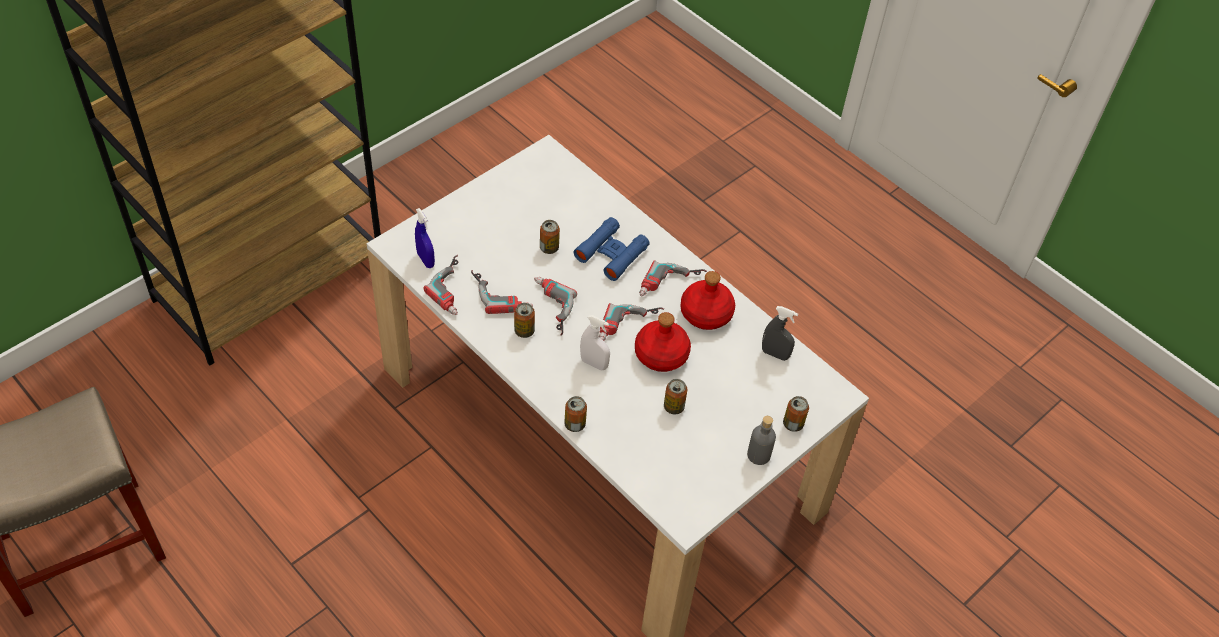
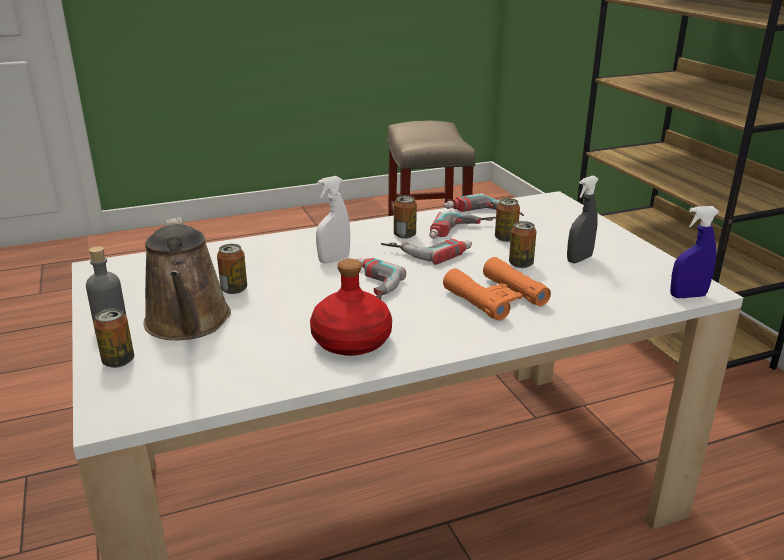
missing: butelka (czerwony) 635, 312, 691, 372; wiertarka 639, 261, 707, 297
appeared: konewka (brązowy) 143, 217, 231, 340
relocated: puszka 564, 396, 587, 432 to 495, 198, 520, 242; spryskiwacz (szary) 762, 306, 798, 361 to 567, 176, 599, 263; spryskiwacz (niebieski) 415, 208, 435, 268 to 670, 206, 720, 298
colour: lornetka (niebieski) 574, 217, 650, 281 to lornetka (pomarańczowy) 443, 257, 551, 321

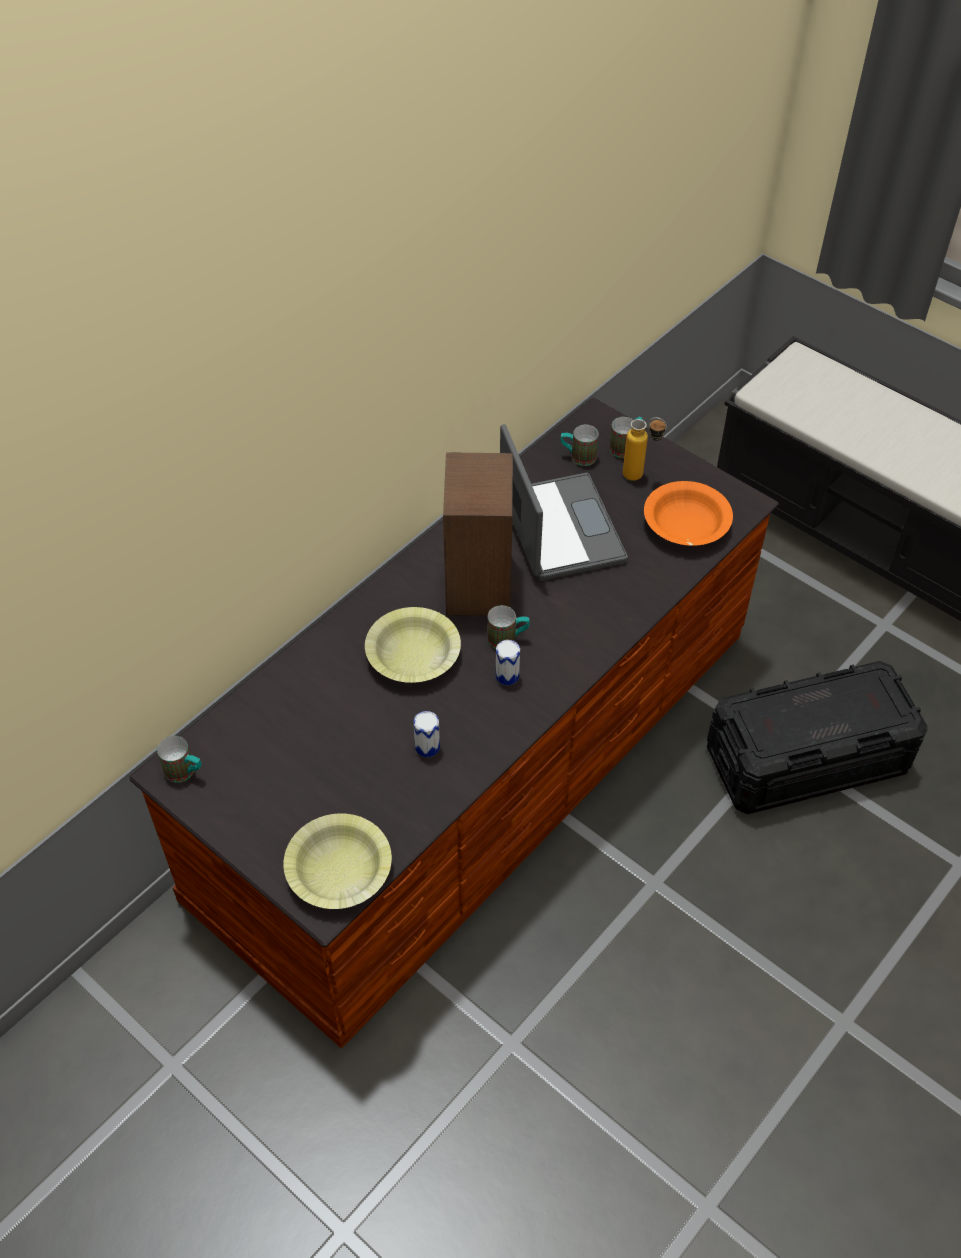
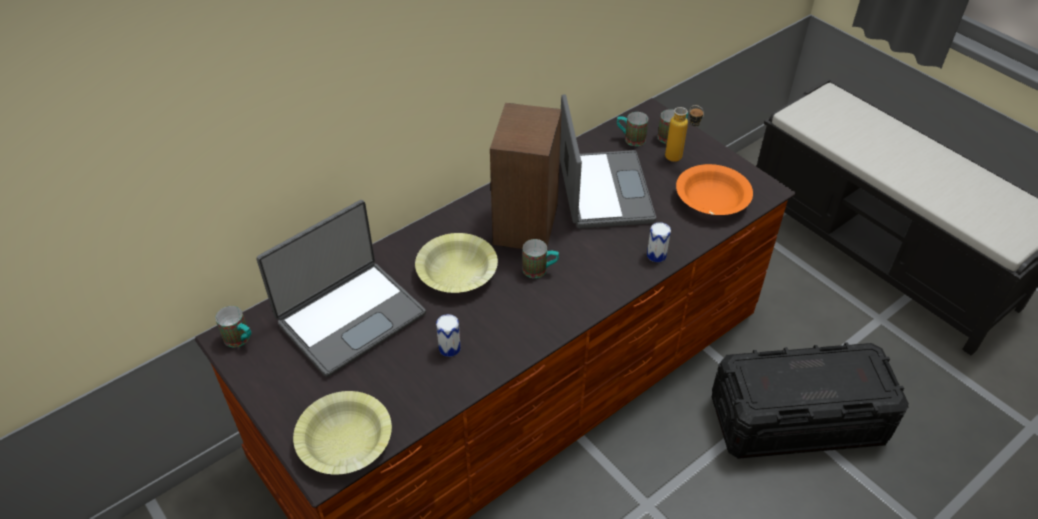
appeared: laptop 257, 200, 426, 377
relocated: puszka 496, 640, 520, 685 to 647, 222, 671, 262

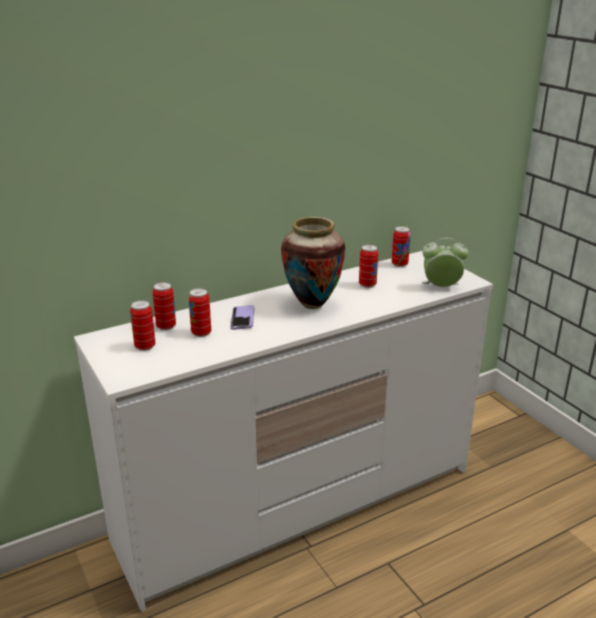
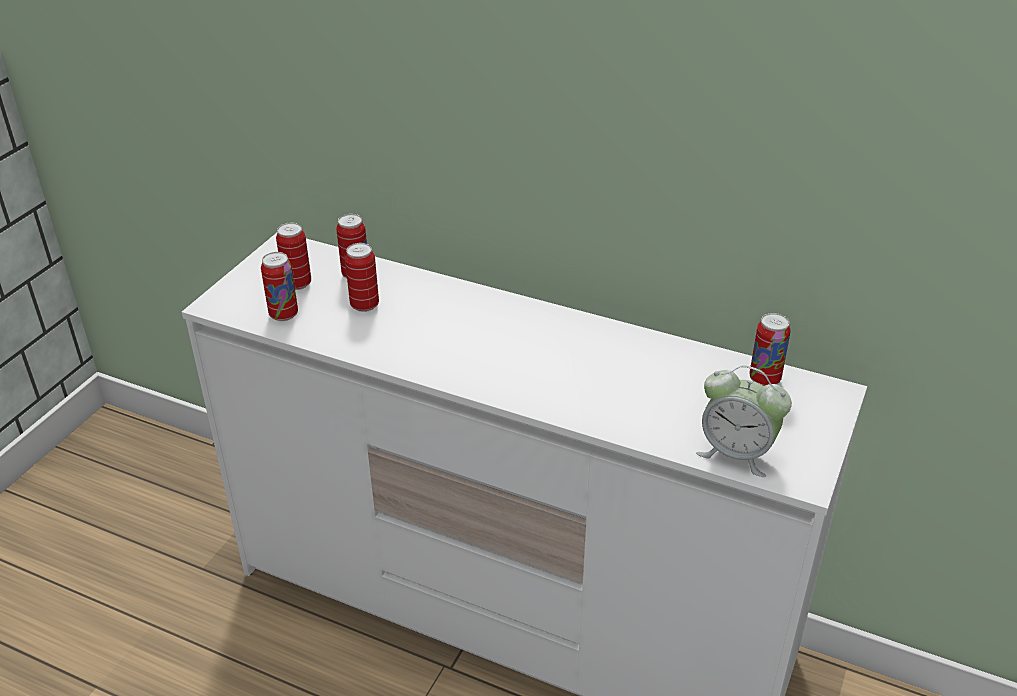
missing: telefon 231, 305, 254, 330; wazon 281, 217, 345, 309
relocated: puszka 359, 245, 378, 288 to 261, 252, 298, 321
spun: budzik 422, 238, 468, 287 = 696, 366, 792, 477 150 degrees clockwise

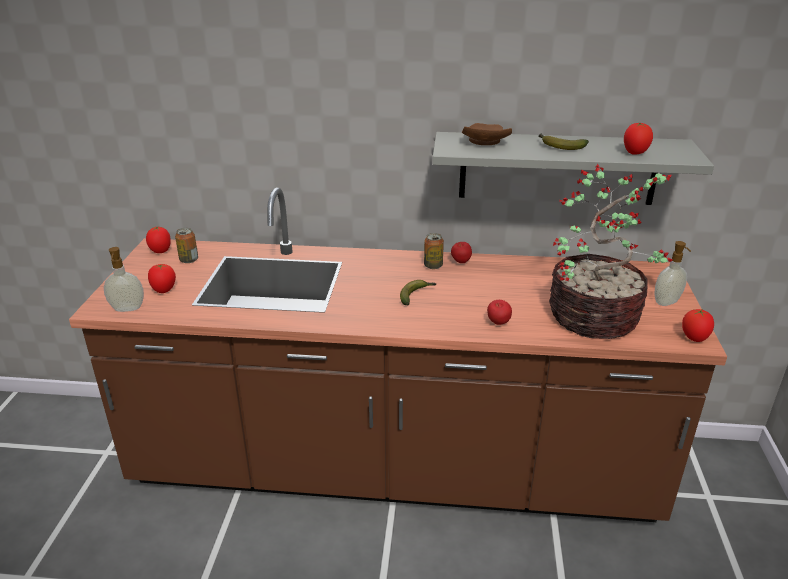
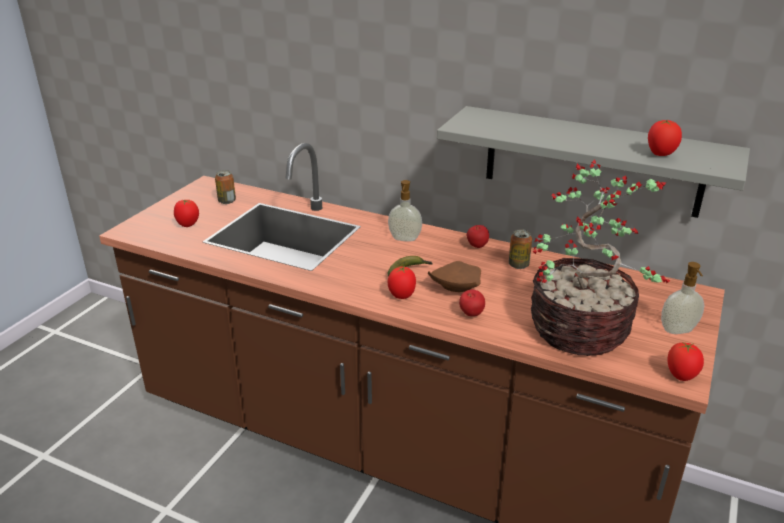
missing: banan 538, 133, 589, 150
relocated: dozownik mydła 104, 247, 144, 312 to 388, 180, 422, 242; pomidor 146, 226, 171, 253 to 388, 266, 416, 299; talerz (brązowy) 462, 123, 512, 145 to 428, 261, 481, 292; puszka 424, 233, 444, 269 to 509, 230, 532, 269

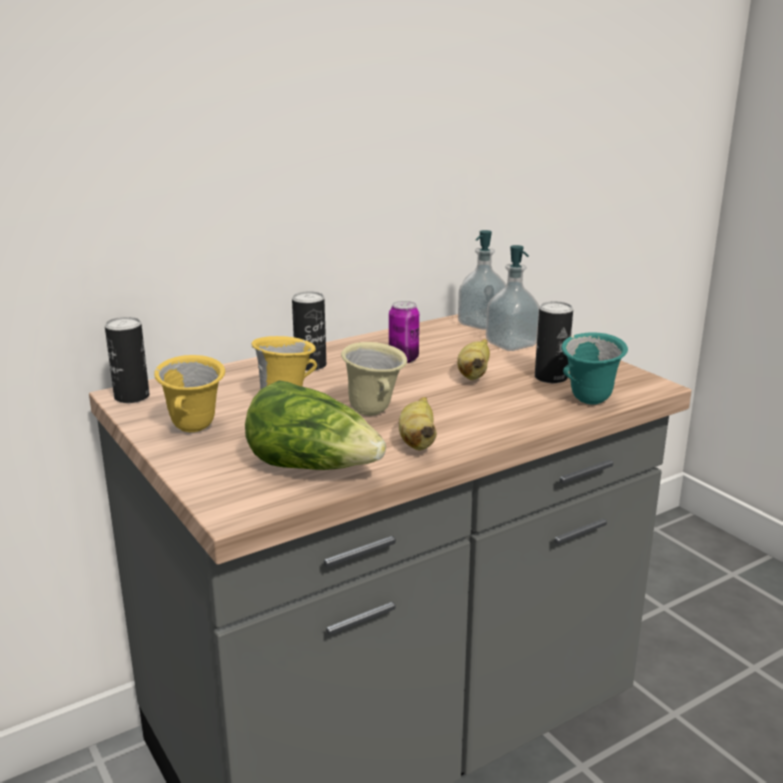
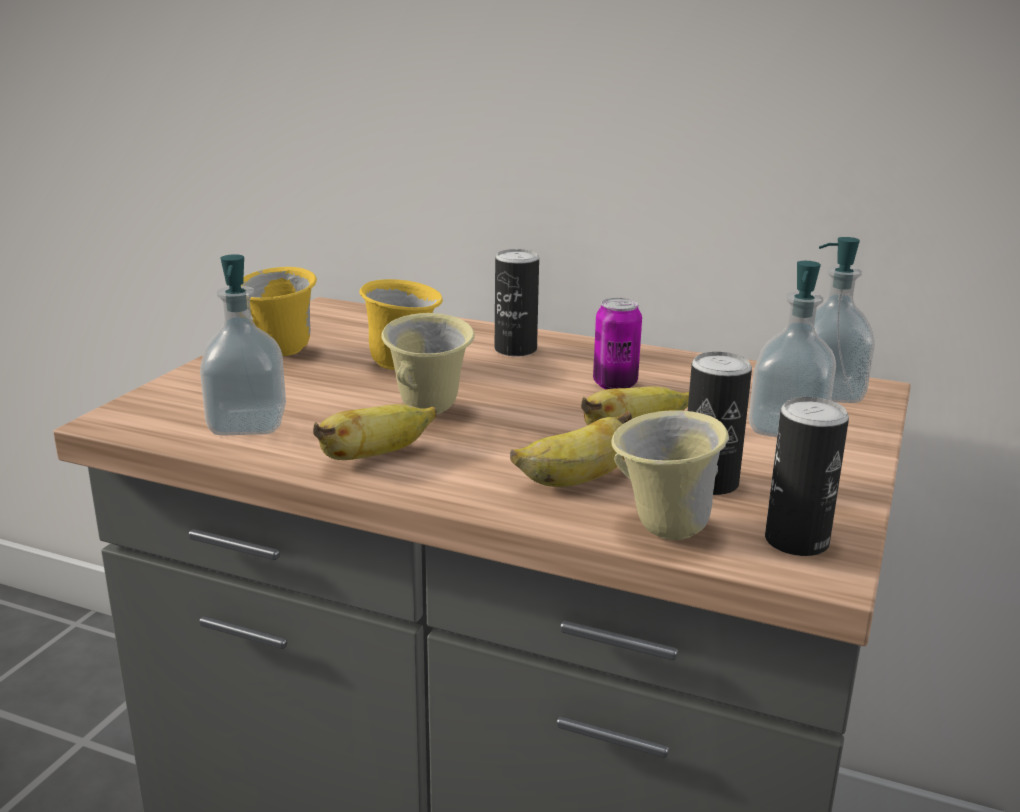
appeared: banan 510, 411, 632, 487
relocated: puszka 105, 317, 149, 403 to 765, 397, 849, 556
exchanged: sałata 245, 380, 386, 470 to dozownik mydła 200, 254, 286, 436
colour: kubek (turkusowy) 561, 332, 628, 405 to kubek (beżowy) 611, 410, 729, 540

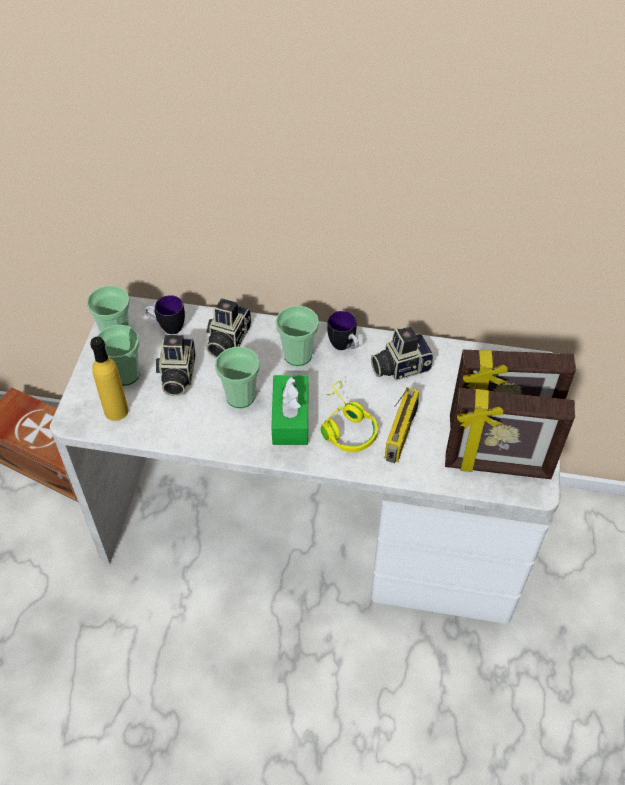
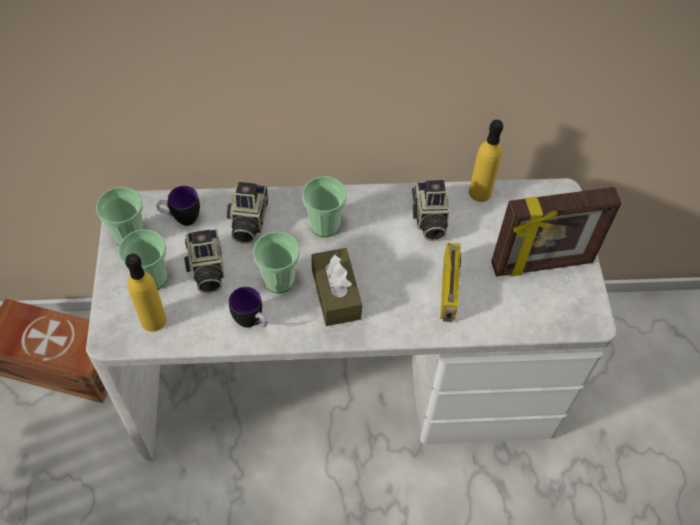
missing: słuchawki (żółty) 321, 381, 378, 452; ramka na zdjęcie 445, 388, 575, 479
appeared: butelka (żółty) 469, 120, 503, 202
relocated: kubek 327, 311, 359, 350 to 229, 287, 268, 328
colour: pudełko chusteczek (zielony) 271, 375, 308, 445 to pudełko chusteczek (brązowy) 311, 248, 362, 326
spun: aparat fotograficzny 371, 327, 434, 381 = 412, 180, 449, 241 60 degrees counterclockwise

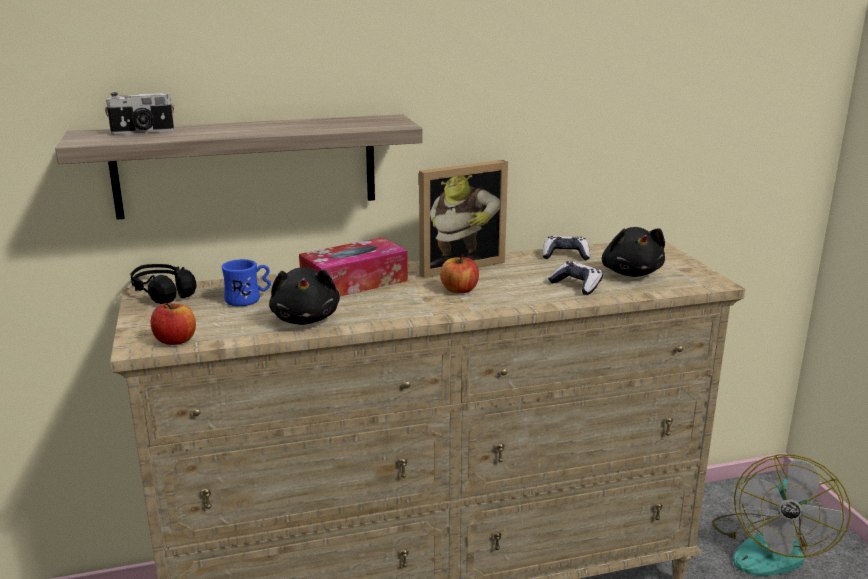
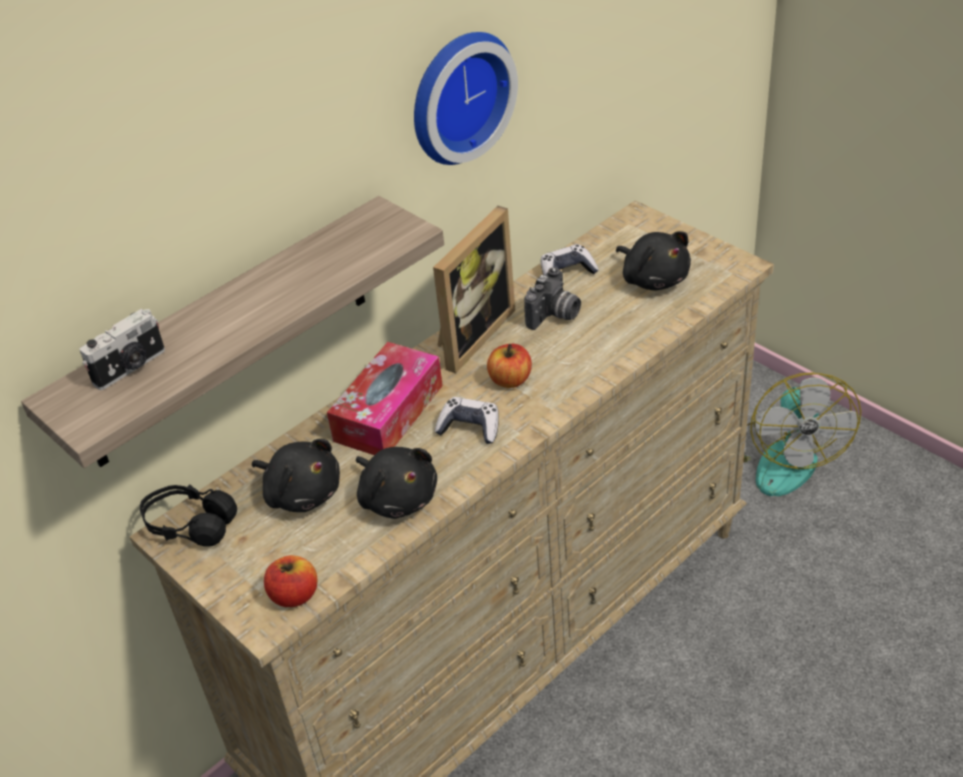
appeared: zegar ścienny 414, 32, 518, 165; aparat fotograficzny 524, 267, 581, 330
relocated: pad do gier 548, 261, 603, 295 to 434, 397, 499, 444
exchanged: kubek (niebieski) 222, 259, 271, 306 to pluszak (czarny) 252, 439, 340, 512

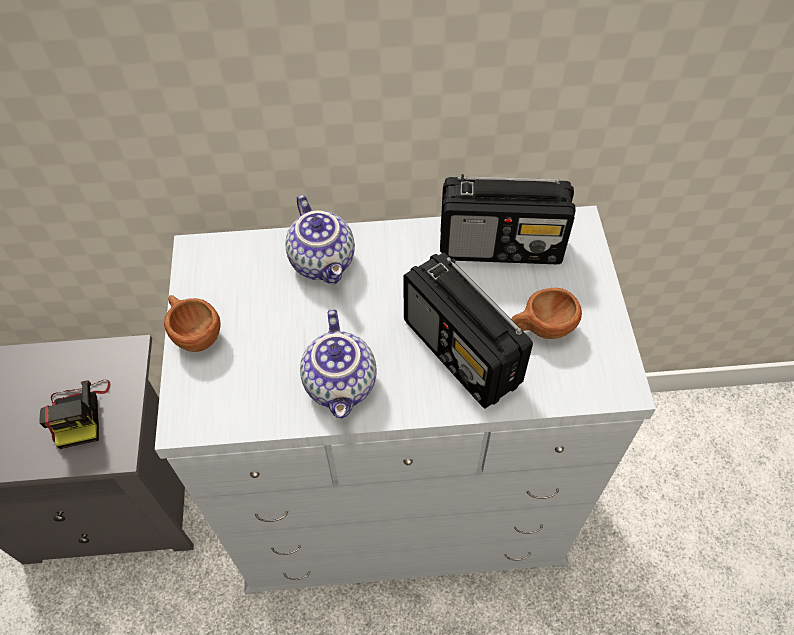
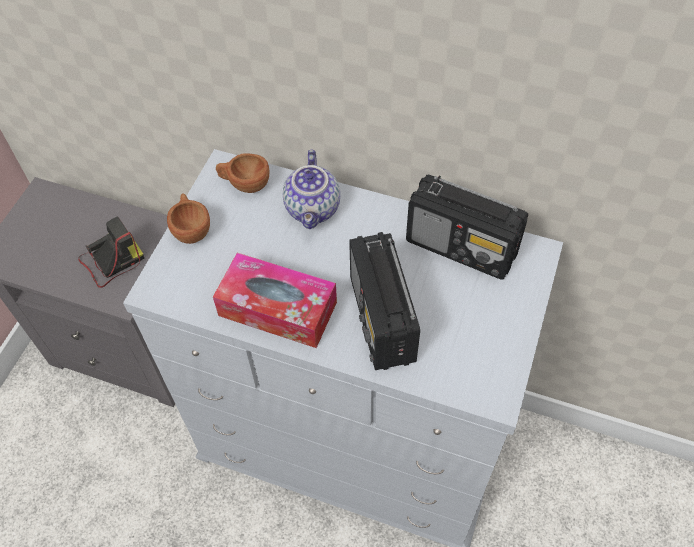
relocated: filiżanka (brązowy) 511, 288, 582, 339 to 216, 153, 269, 193
exchanged: imbryk 300, 309, 376, 418 to pudełko chusteczek 213, 253, 337, 348
spun: aparat fotograficzny 39, 380, 111, 449 = 78, 216, 144, 288 135 degrees counterclockwise

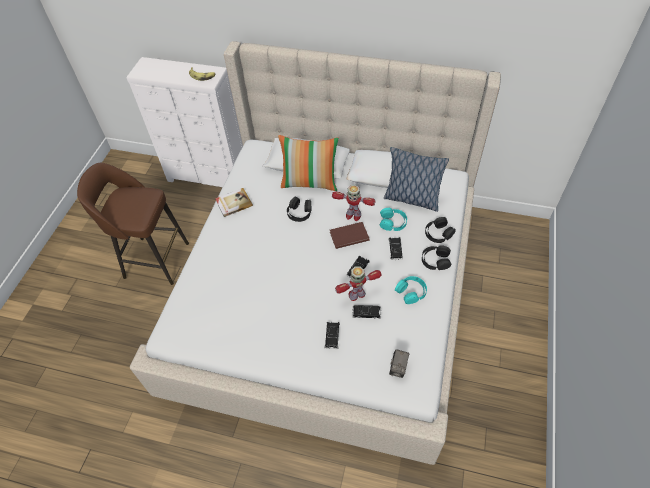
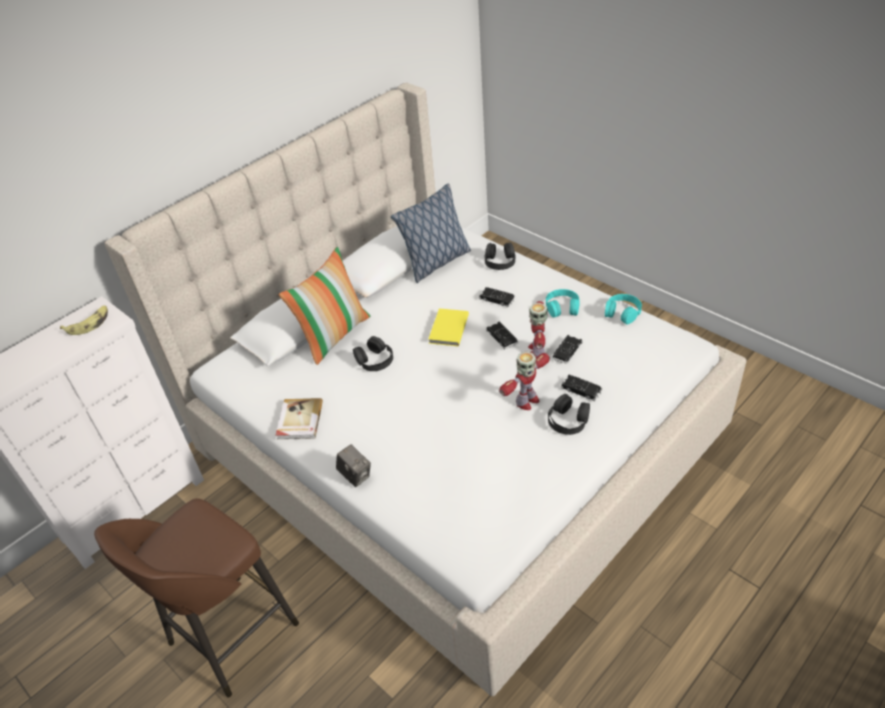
relocated: aparat fotograficzny 389, 349, 409, 378 to 336, 444, 371, 487; robot zabawkowy 332, 185, 376, 221 to 499, 351, 550, 410; słuchawki (czarny) 422, 245, 451, 270 to 548, 394, 590, 435; słuchawki (turkusowy) 380, 208, 407, 231 to 605, 294, 642, 324
colour: książka (brązowy) 330, 222, 370, 249 to książka (żółty) 428, 308, 469, 346

